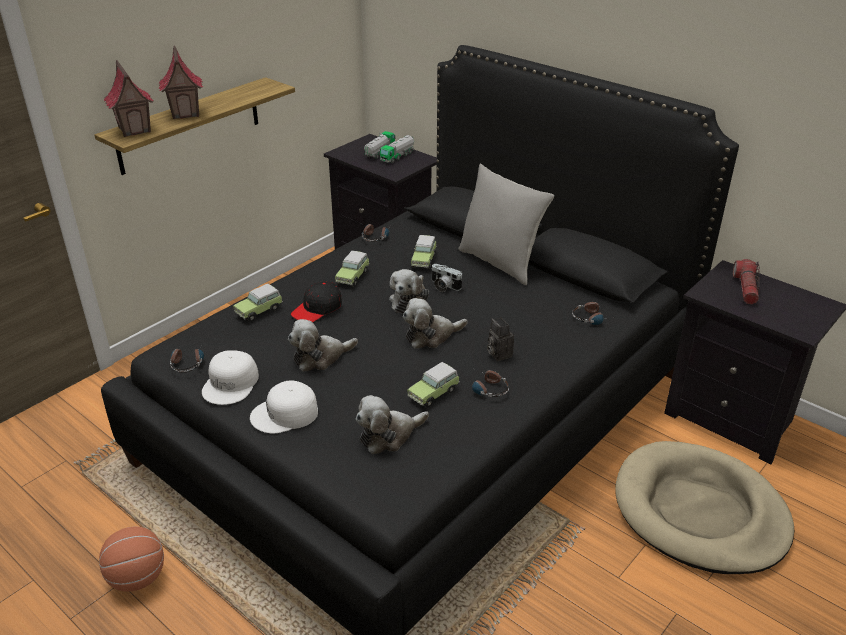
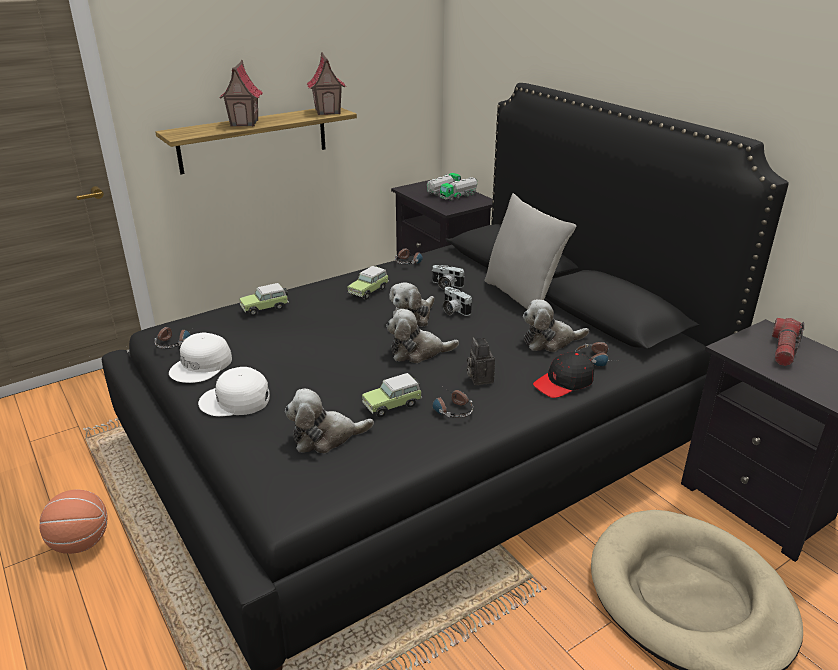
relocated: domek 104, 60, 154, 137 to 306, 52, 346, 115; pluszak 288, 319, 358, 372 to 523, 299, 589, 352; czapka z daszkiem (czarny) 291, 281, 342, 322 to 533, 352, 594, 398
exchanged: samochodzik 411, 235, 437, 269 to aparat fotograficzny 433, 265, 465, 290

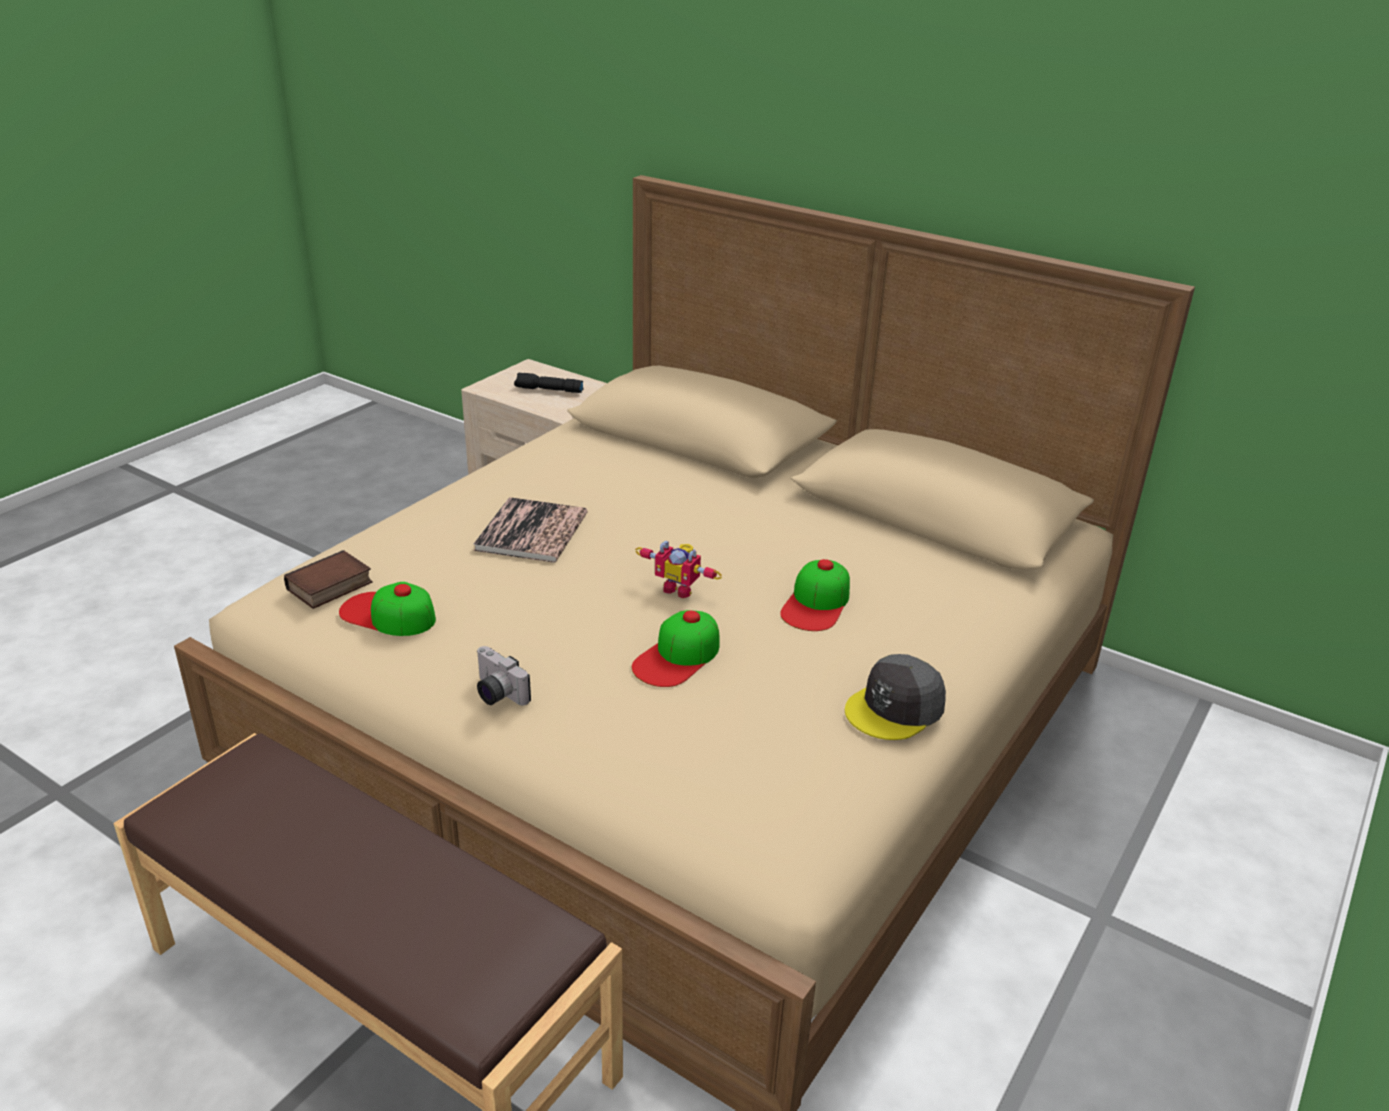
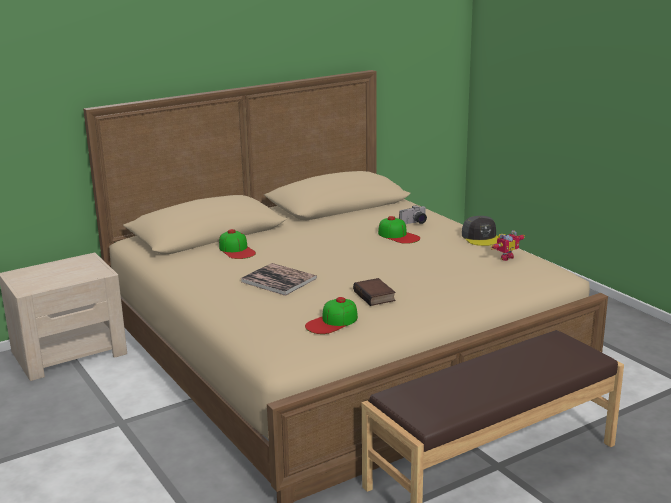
missing: latarka (czarny) 514, 373, 583, 393
relocated: czapka z daszkiem 632, 610, 720, 687 to 219, 229, 256, 259; książka 284, 550, 372, 609 to 353, 278, 395, 306; aparat fotograficzny 477, 646, 531, 705 to 399, 205, 427, 224; robot zabawkowy 635, 540, 722, 598 to 491, 230, 525, 261

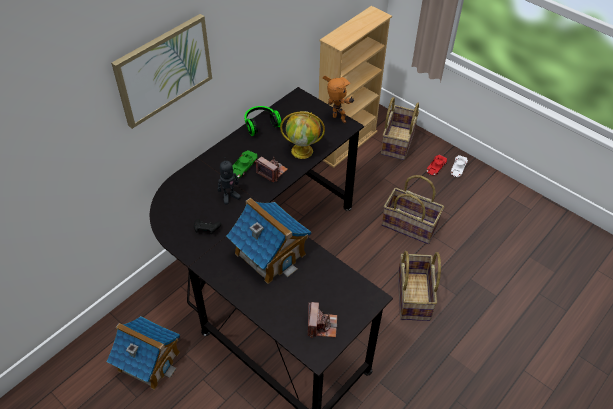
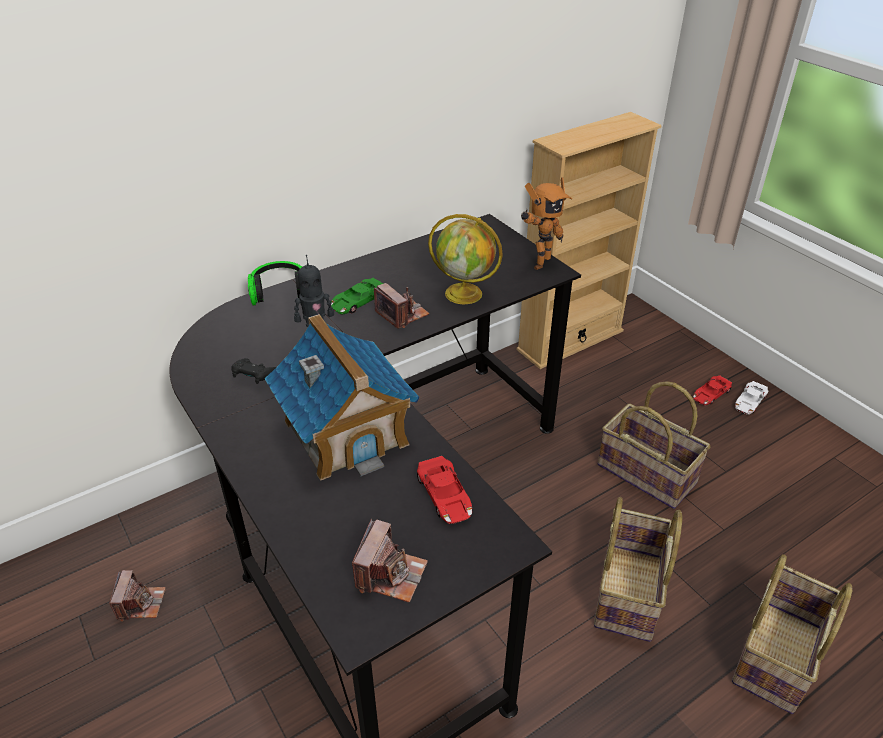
missing: obraz 111, 14, 212, 129
appeared: samochodzik (czerwony) 417, 456, 472, 524
relocated: słuchawki 244, 106, 282, 136 to 248, 261, 302, 305; koszyk 381, 97, 419, 160 to 732, 554, 852, 714
exchanged: domek 107, 316, 180, 390 to aparat fotograficzny 109, 570, 166, 622
spun: robot zabawkowy 323, 75, 355, 123 = 521, 177, 572, 270 75 degrees clockwise

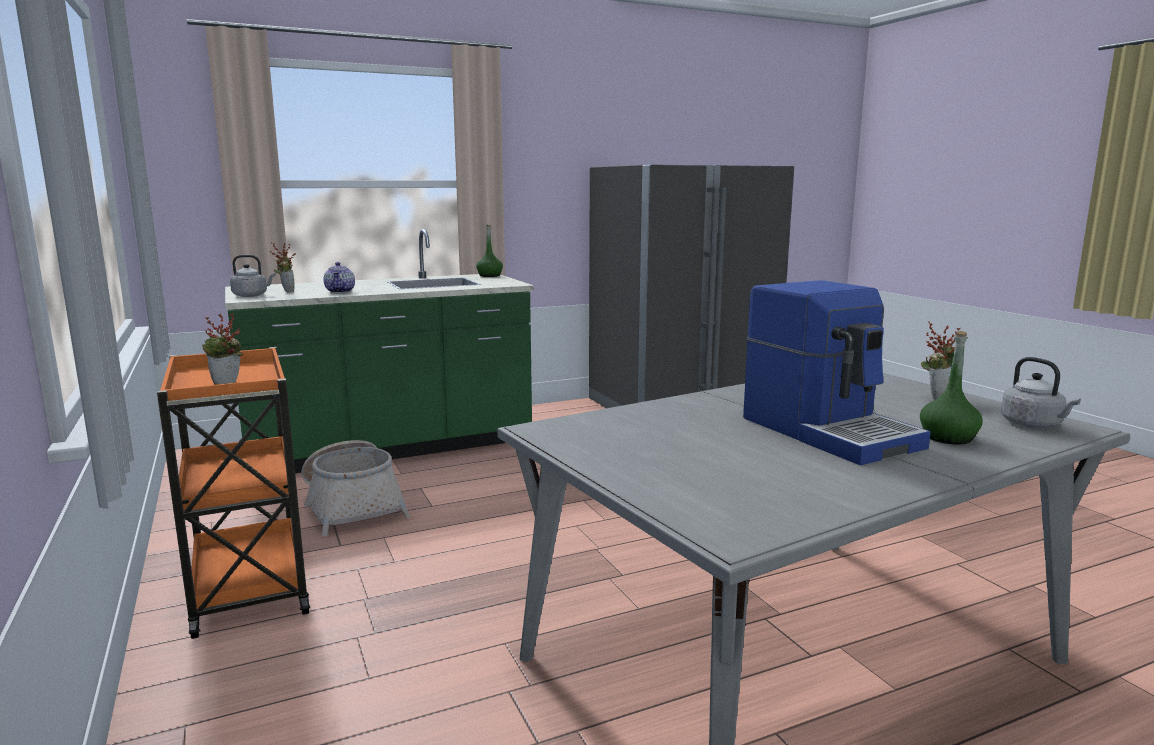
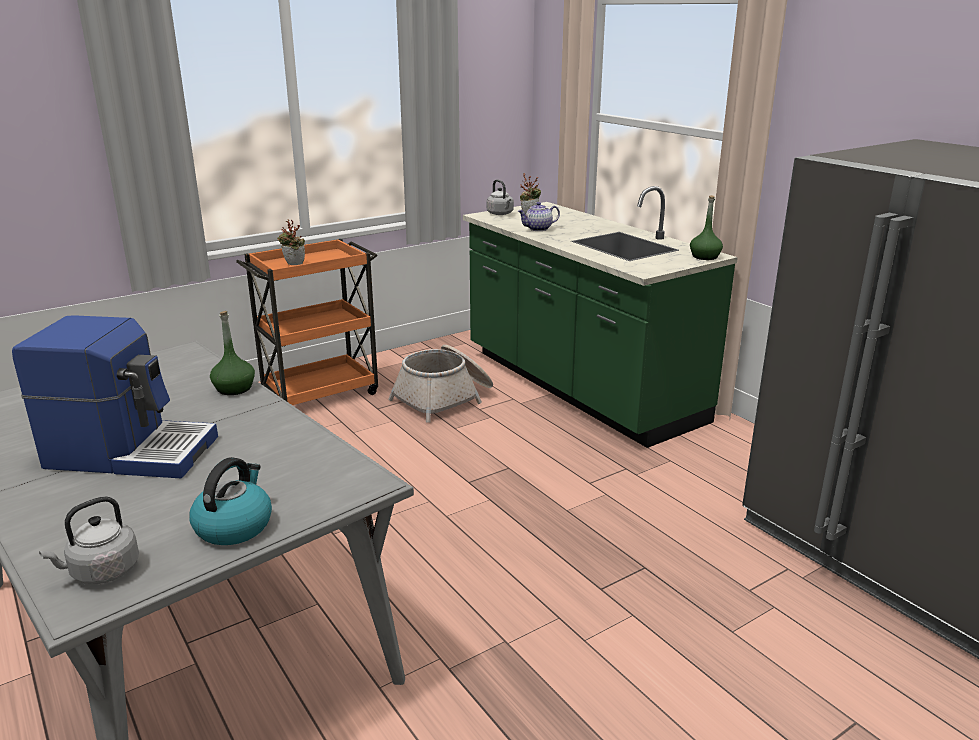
relocated: butelka (zielony) 920, 331, 983, 444 to 210, 311, 255, 395
exchanged: roślina doniczkowa 921, 321, 961, 400 to czajnik 189, 457, 272, 545
spun: ekspres do kawy 743, 281, 931, 465 = 12, 315, 218, 478 135 degrees counterclockwise

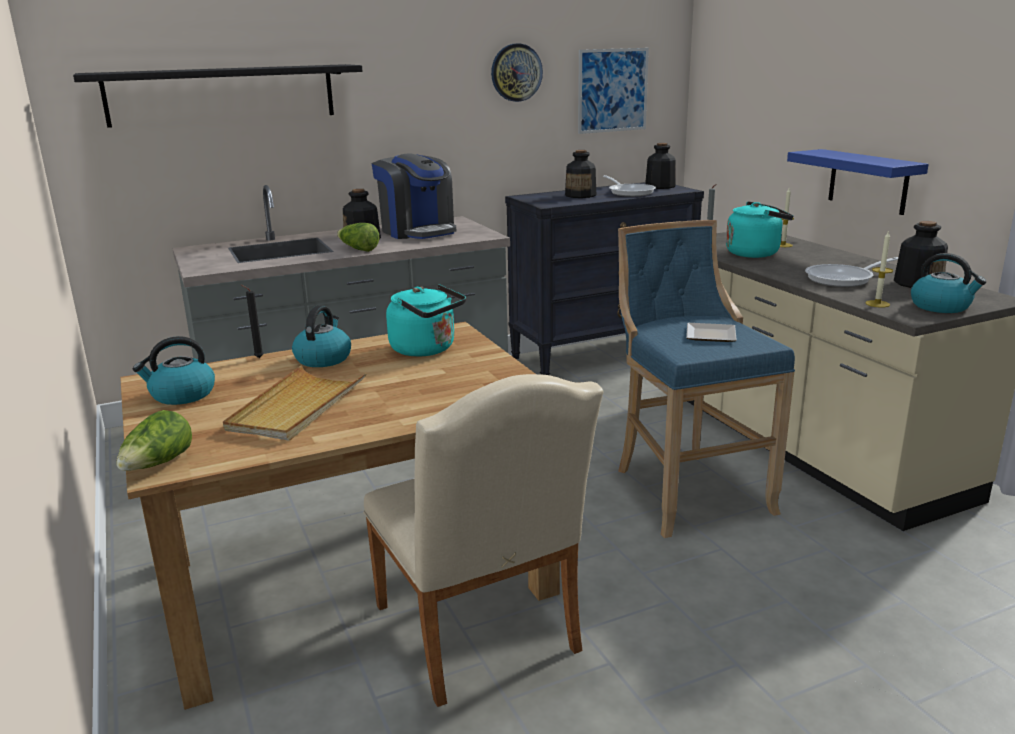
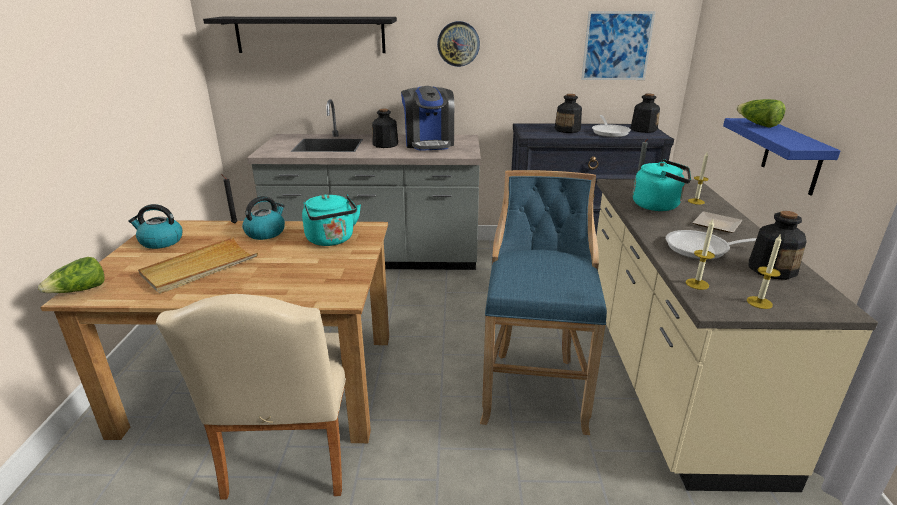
relocated: zegar ścienny 491, 44, 543, 102 to 437, 21, 480, 67; talerz 686, 323, 737, 342 to 692, 211, 743, 233; sałata 337, 223, 379, 252 to 736, 99, 785, 128
exchanged: czajnik 911, 253, 986, 313 to świeca 747, 235, 781, 309

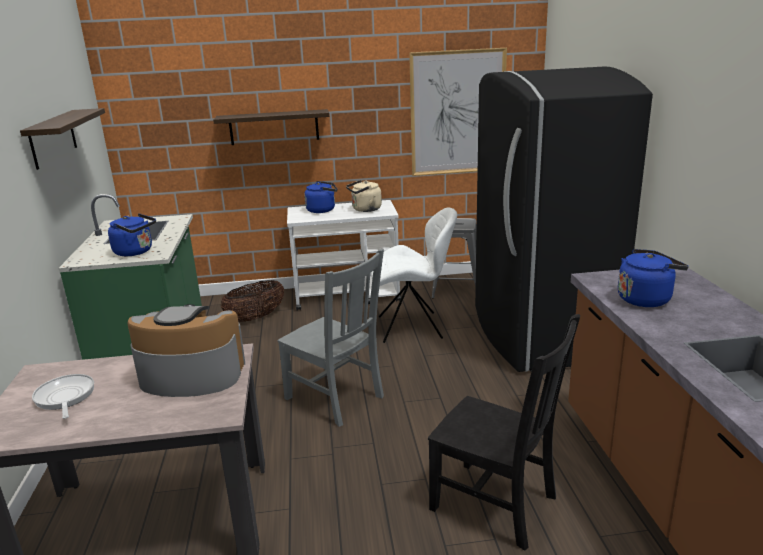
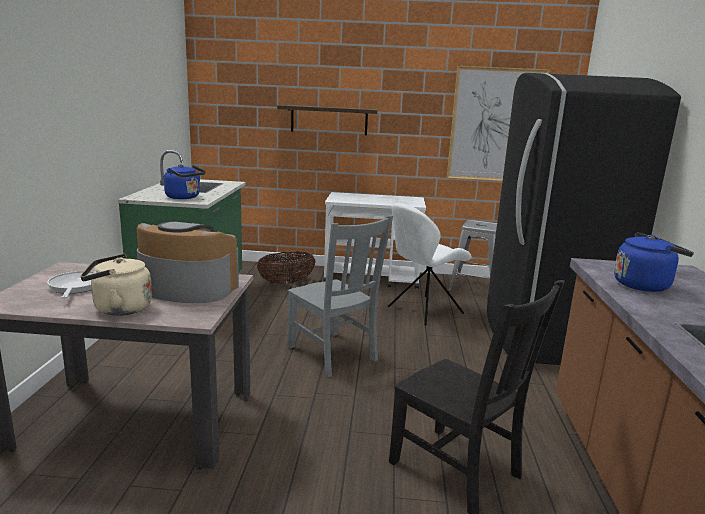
missing: półka 20, 108, 105, 170; czajnik (niebieski) 304, 181, 337, 213
relocated: czajnik (beżowy) 346, 180, 382, 212 to 80, 254, 152, 316
spun: krzesło (biały) 371, 208, 457, 343 = 388, 203, 472, 326 135 degrees clockwise

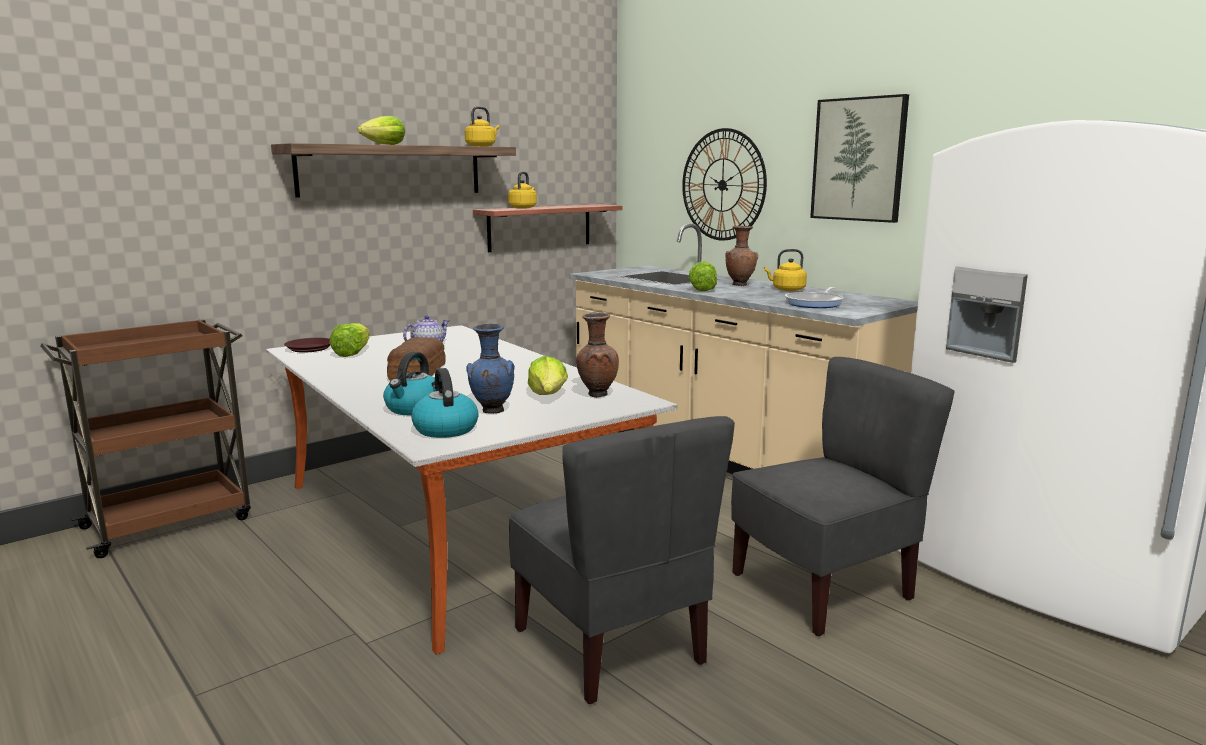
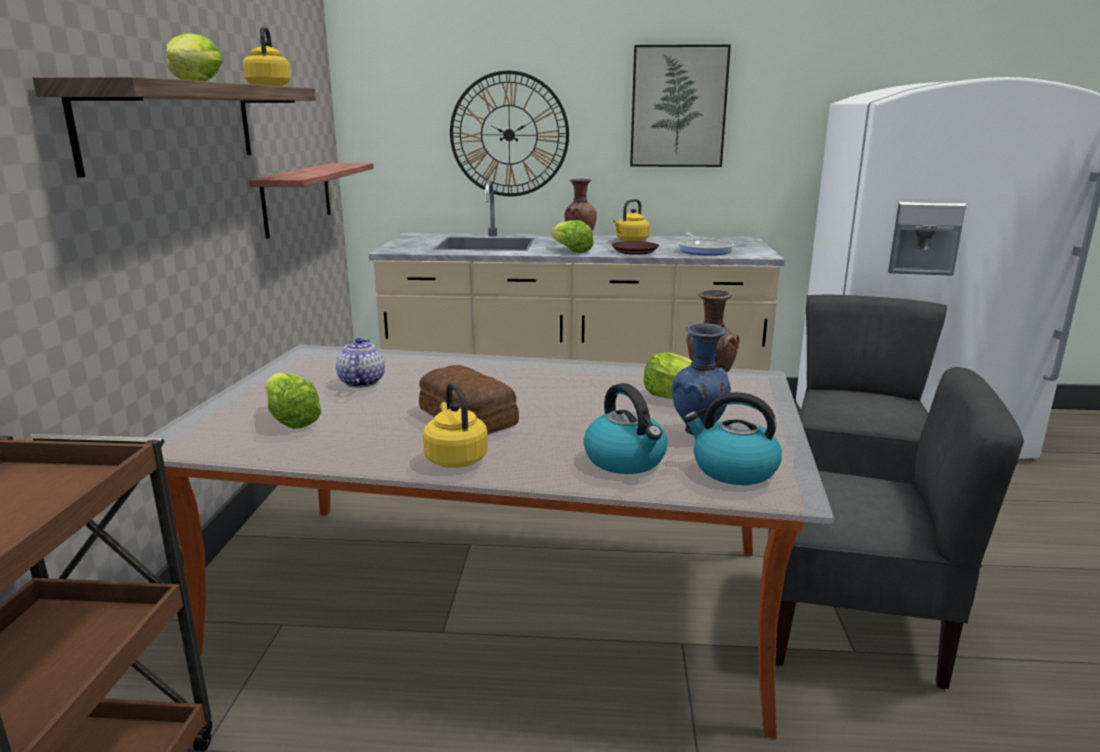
relocated: czajnik (żółty) 508, 172, 537, 209 to 423, 383, 488, 468; talerz (brązowy) 284, 338, 330, 353 to 612, 241, 659, 255

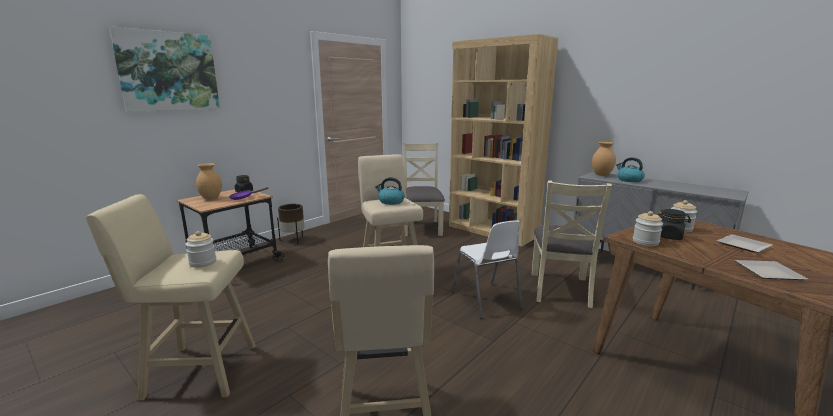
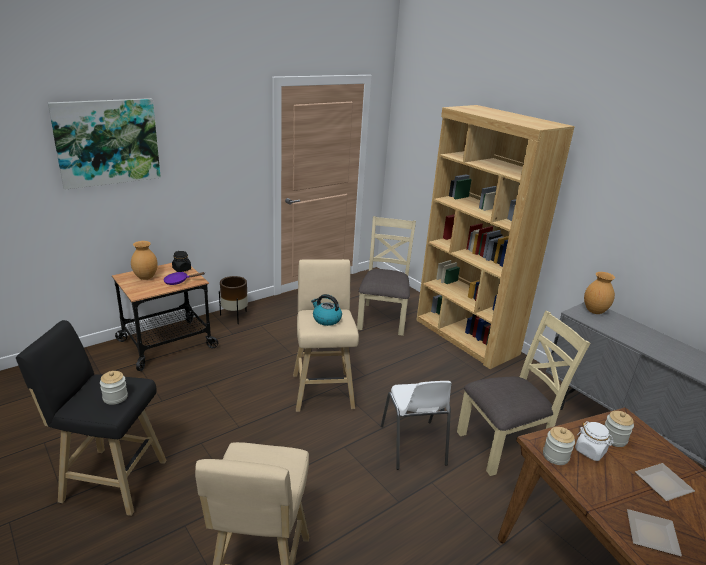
missing: czajnik 616, 157, 644, 182
colour: stołek (beżowy) 86, 194, 256, 400 to stołek (czarny) 16, 320, 167, 516; słoik (czarny) 658, 209, 691, 240 to słoik (biały) 575, 421, 614, 461
spun: krzesło (beżowy) 532, 180, 612, 308 = 457, 311, 590, 476 135 degrees counterclockwise

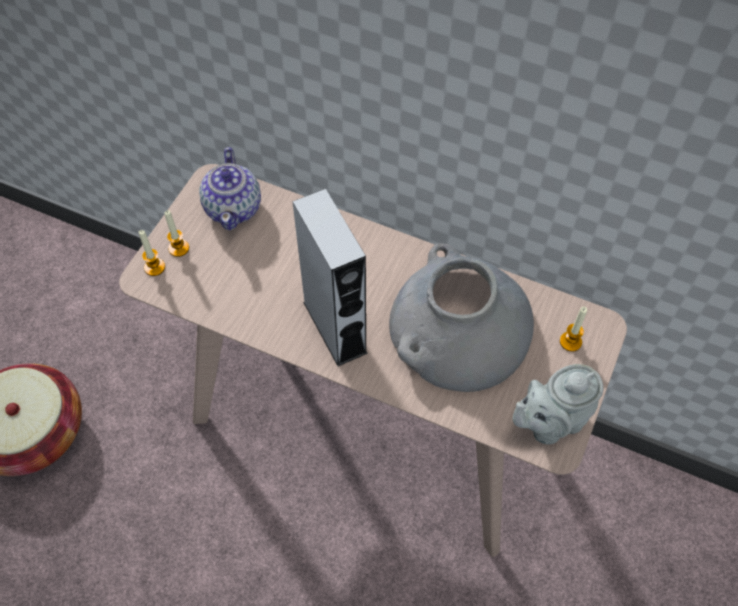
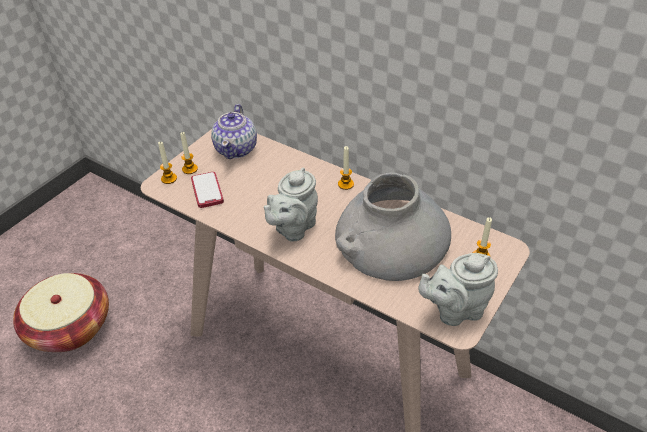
appeared: telefon 191, 172, 224, 208; świeca 338, 146, 354, 190
exchanged: głośnik (szary) 292, 189, 368, 366 to imbryk (szary) 264, 167, 318, 242

